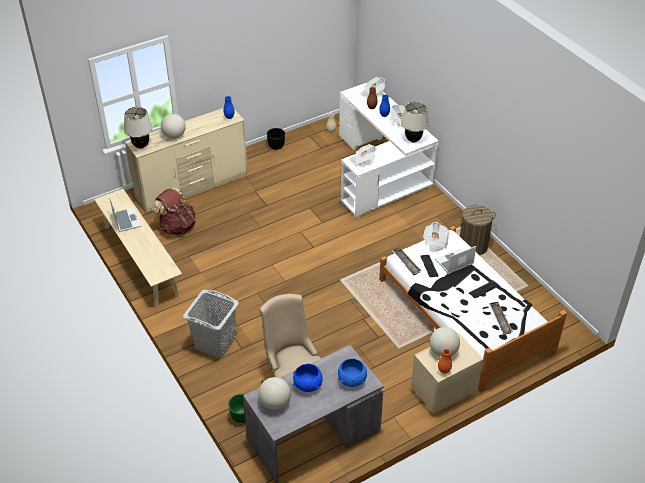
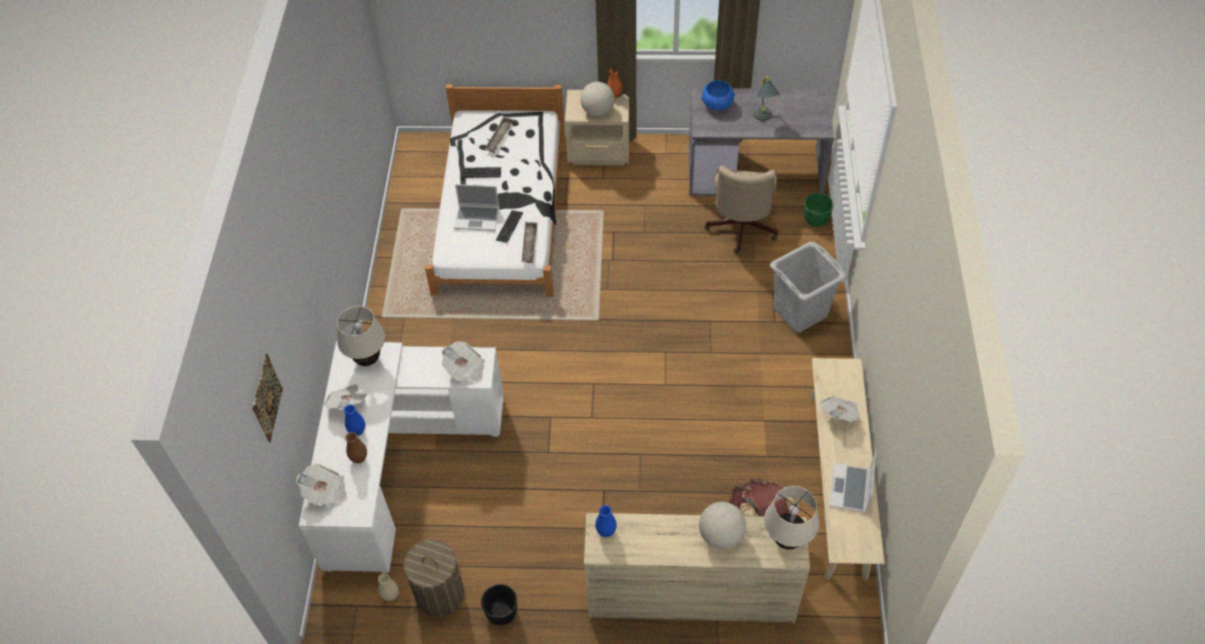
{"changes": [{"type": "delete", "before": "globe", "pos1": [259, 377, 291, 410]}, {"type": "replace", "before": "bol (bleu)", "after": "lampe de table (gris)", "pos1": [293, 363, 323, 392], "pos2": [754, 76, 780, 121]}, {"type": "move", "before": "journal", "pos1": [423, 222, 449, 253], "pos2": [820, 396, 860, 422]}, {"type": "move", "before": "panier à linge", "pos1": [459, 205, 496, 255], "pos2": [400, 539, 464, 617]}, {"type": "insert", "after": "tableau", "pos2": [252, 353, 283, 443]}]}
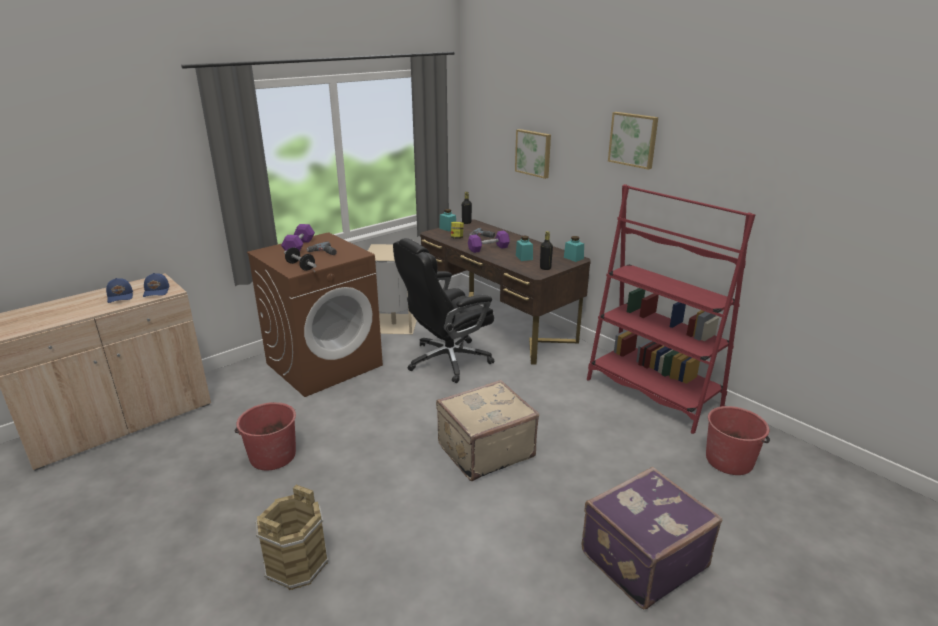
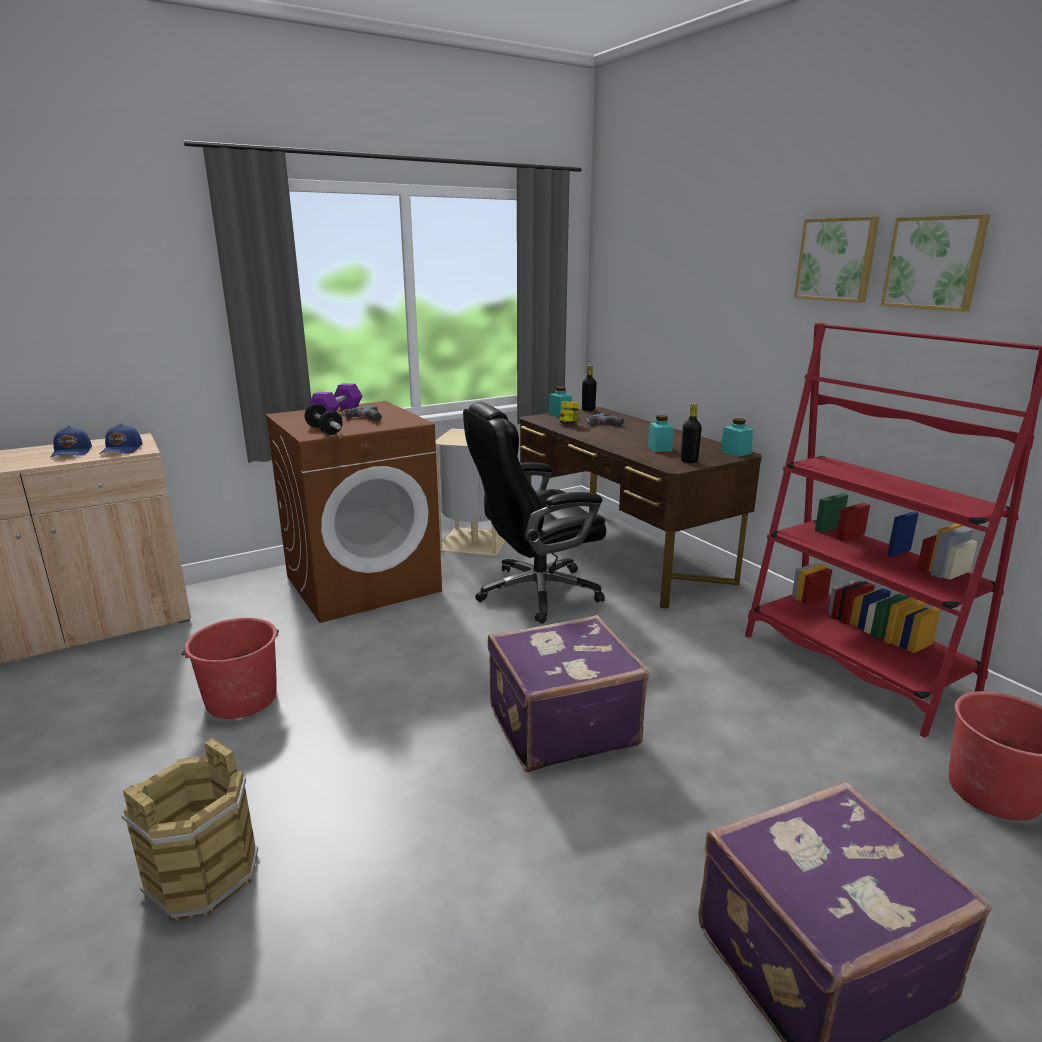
{"changes": [{"type": "recolor", "before": "valise (beige)", "after": "valise (violet)", "pos1": [436, 380, 539, 481], "pos2": [488, 615, 649, 772]}, {"type": "delete", "before": "haltère (violet)", "pos1": [468, 231, 510, 253]}, {"type": "move", "before": "tableau", "pos1": [515, 129, 551, 179], "pos2": [881, 214, 990, 312]}]}
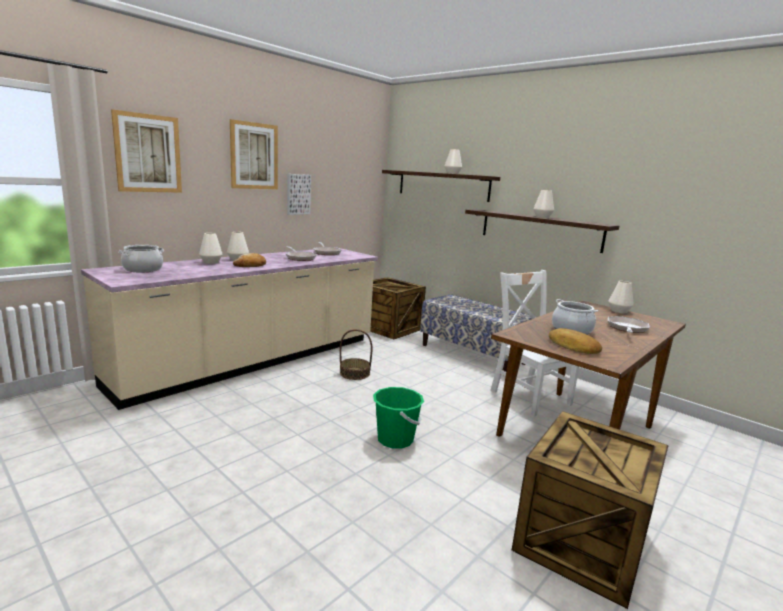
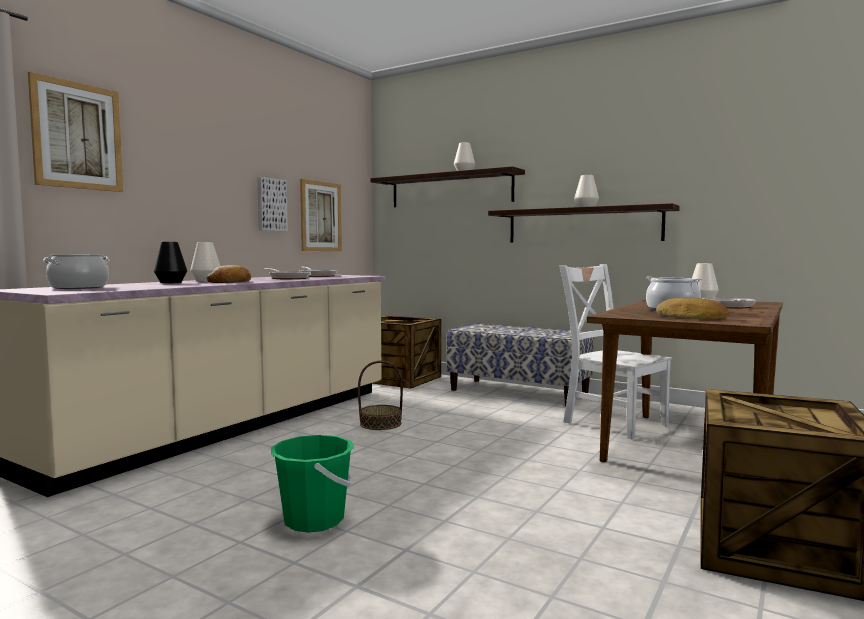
{"changes": [{"type": "recolor", "before": "vase (blanc)", "after": "vase (noir)", "pos1": [199, 233, 223, 264], "pos2": [154, 242, 187, 283]}, {"type": "move", "before": "tableau", "pos1": [230, 119, 278, 189], "pos2": [300, 179, 342, 251]}, {"type": "move", "before": "seau (vert)", "pos1": [373, 387, 424, 449], "pos2": [271, 435, 354, 533]}]}
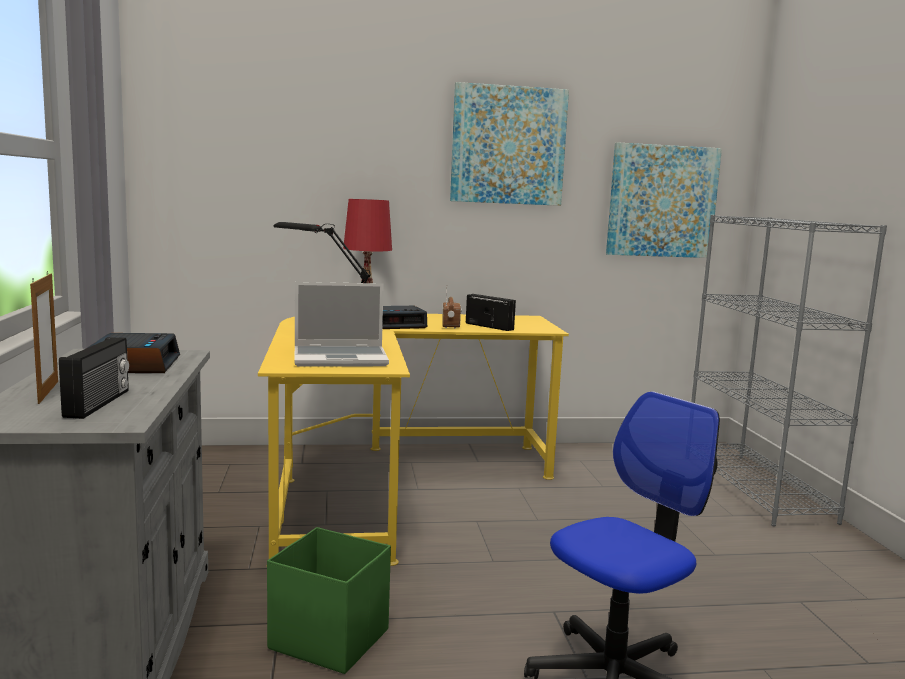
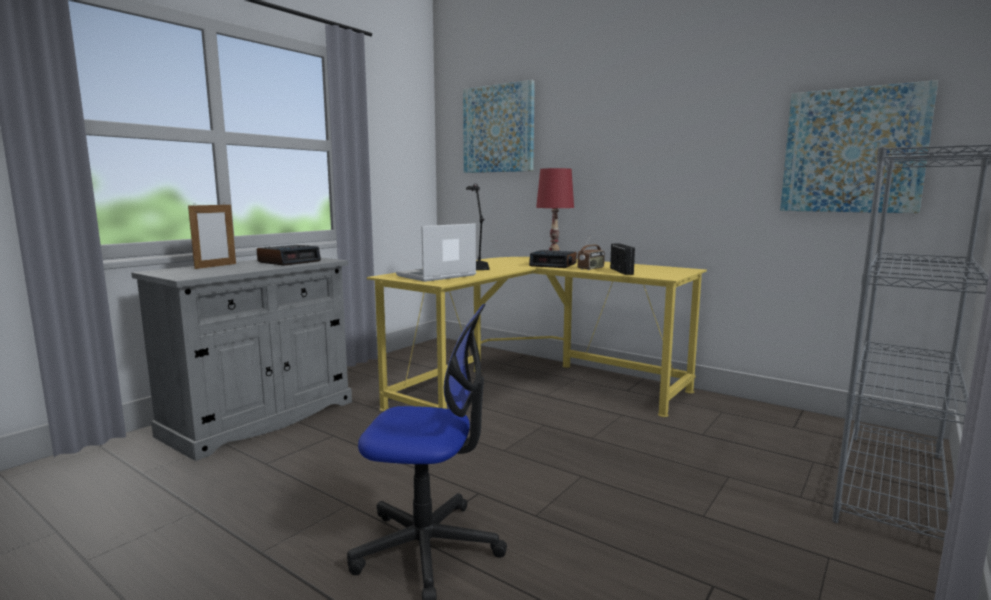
{"changes": [{"type": "delete", "before": "radio", "pos1": [59, 337, 129, 419]}, {"type": "delete", "before": "boîte de rangement (vert)", "pos1": [267, 527, 391, 674]}, {"type": "rotate", "before": "ordinateur portable", "pos1": [294, 282, 389, 367], "pos2": [396, 223, 476, 282], "turn": 105}, {"type": "move", "before": "tableau", "pos1": [450, 82, 569, 206], "pos2": [463, 80, 535, 173]}]}
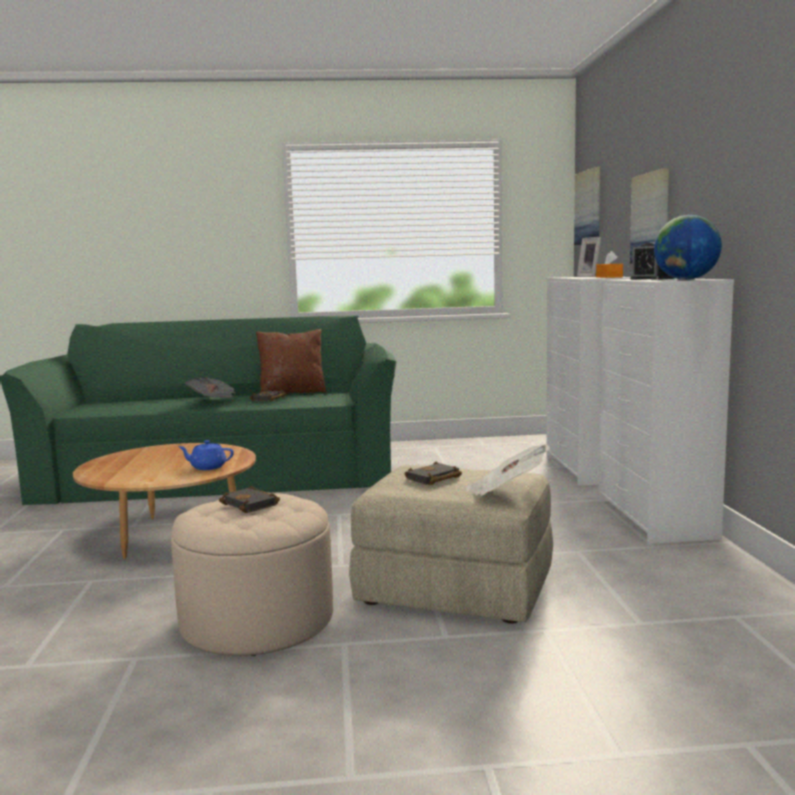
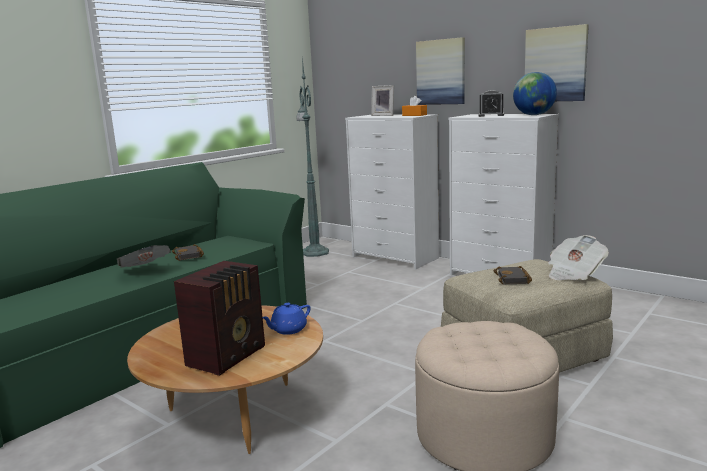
{"changes": [{"type": "delete", "before": "livre (noir)", "pos1": [219, 486, 280, 513]}, {"type": "delete", "before": "coussin (marron)", "pos1": [256, 329, 327, 394]}, {"type": "move", "before": "tableau", "pos1": [574, 167, 600, 245], "pos2": [525, 24, 589, 101]}, {"type": "insert", "after": "radio", "pos2": [174, 261, 265, 376]}, {"type": "insert", "after": "lampadaire (vert)", "pos2": [296, 57, 329, 257]}]}
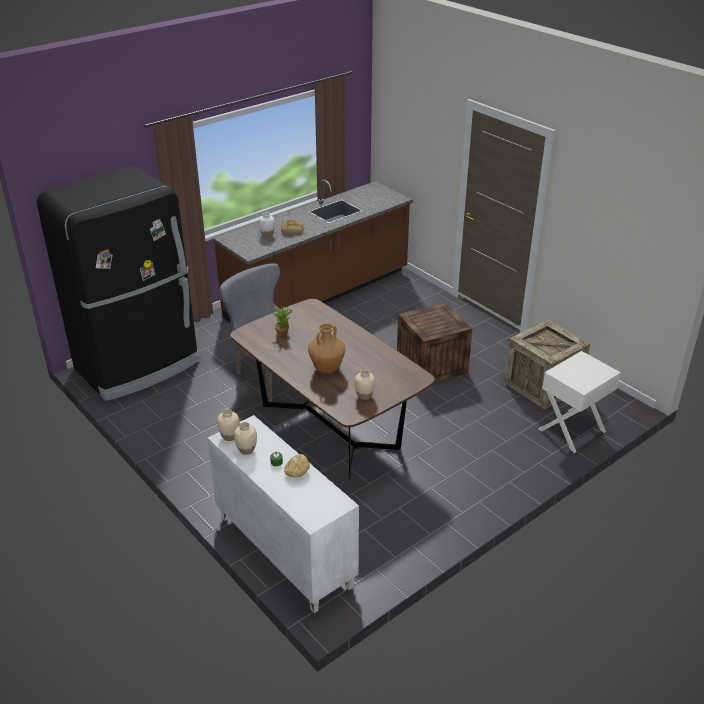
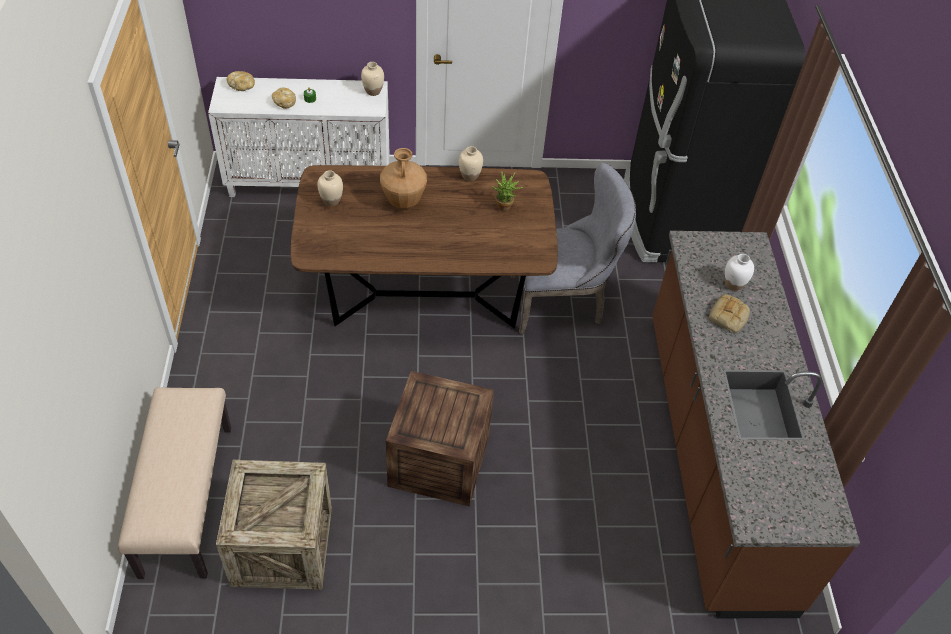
{"changes": [{"type": "move", "before": "vase (beige)", "pos1": [234, 422, 257, 455], "pos2": [459, 146, 483, 181]}, {"type": "replace", "before": "table de chevet (blanc)", "after": "banc (beige)", "pos1": [538, 351, 621, 453], "pos2": [118, 387, 231, 579]}, {"type": "insert", "after": "pain", "pos2": [226, 71, 255, 91]}]}
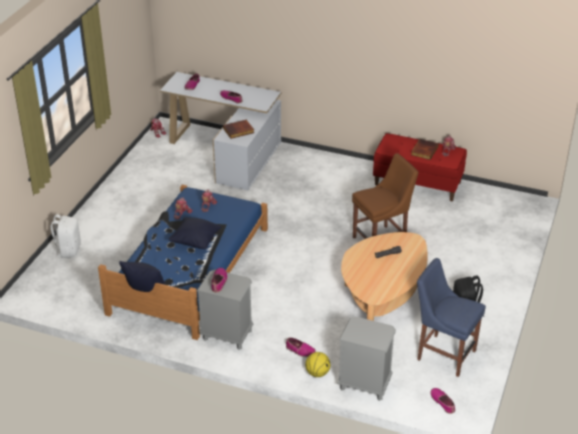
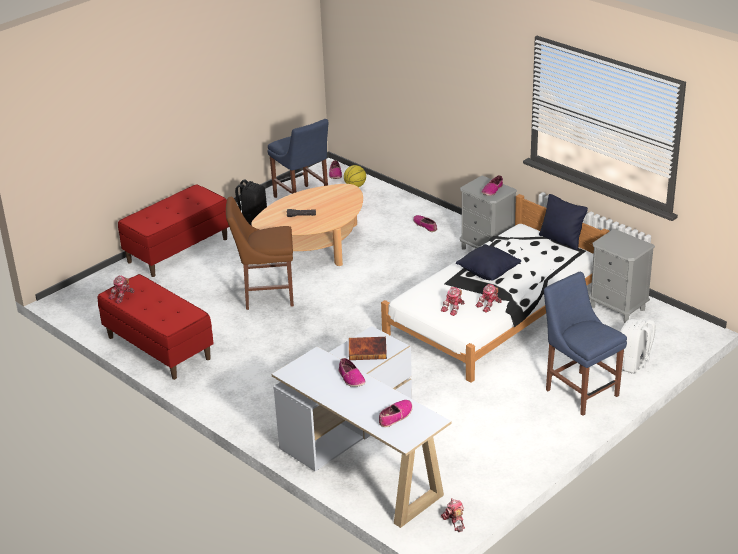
{"changes": [{"type": "recolor", "before": "lit (bleu)", "after": "lit (blanc)", "pos1": [98, 185, 268, 340], "pos2": [381, 194, 609, 383]}, {"type": "move", "before": "ballon de basket", "pos1": [305, 352, 330, 377], "pos2": [344, 165, 366, 187]}, {"type": "move", "before": "table de chevet (gris)", "pos1": [337, 316, 396, 401], "pos2": [589, 229, 655, 323]}, {"type": "delete", "before": "livre", "pos1": [411, 139, 439, 160]}, {"type": "insert", "after": "banc (rouge)", "pos2": [118, 184, 229, 277]}, {"type": "insert", "after": "chaise (bleu)", "pos2": [544, 272, 627, 416]}]}
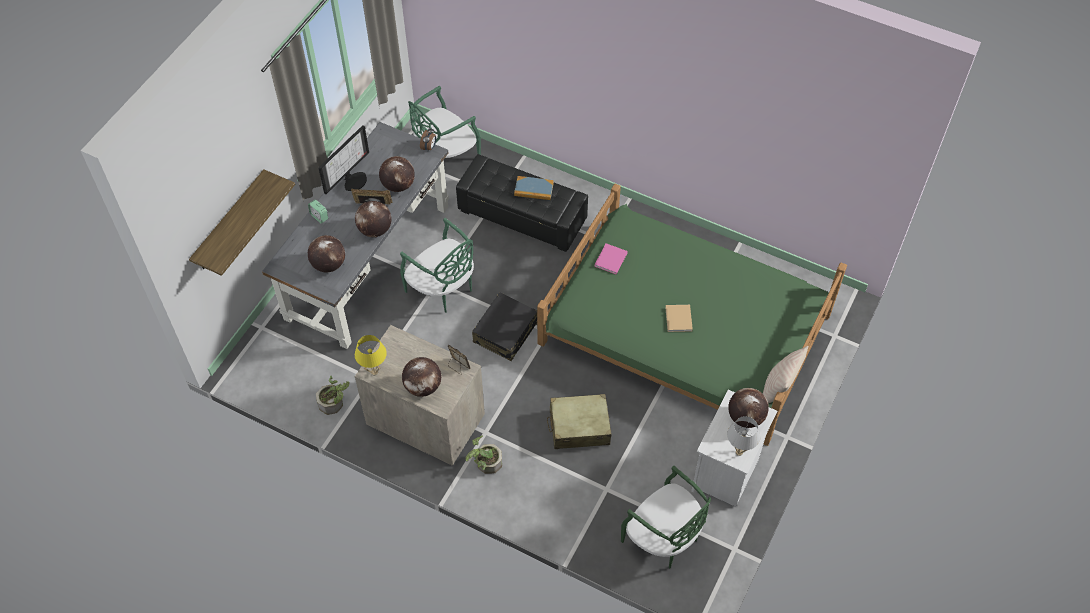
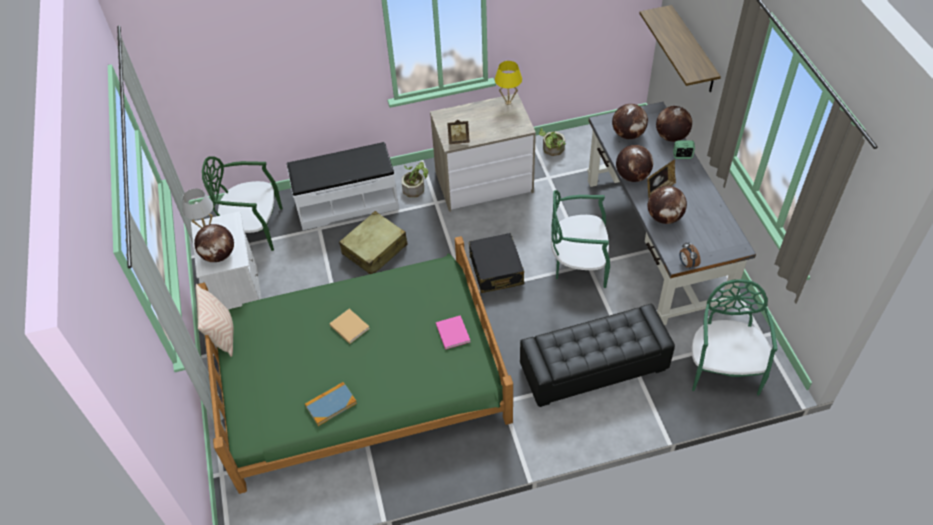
{"changes": [{"type": "delete", "before": "écran d'ordinateur", "pos1": [318, 125, 369, 194]}, {"type": "move", "before": "globe", "pos1": [402, 357, 442, 397], "pos2": [656, 106, 692, 142]}, {"type": "move", "before": "livre", "pos1": [514, 176, 554, 200], "pos2": [305, 382, 357, 426]}, {"type": "insert", "after": "banc (blanc)", "pos2": [287, 142, 399, 231]}]}
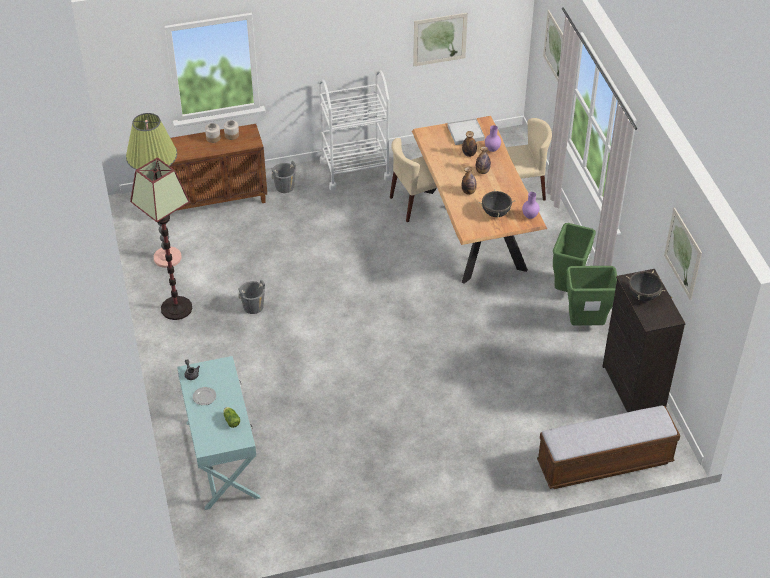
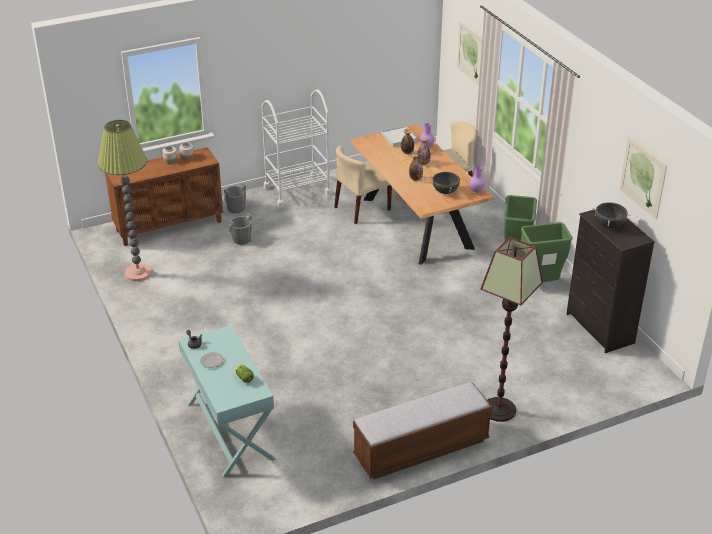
{"changes": [{"type": "move", "before": "lampadaire", "pos1": [130, 158, 192, 320], "pos2": [481, 237, 543, 422]}, {"type": "move", "before": "seau (gris)", "pos1": [238, 279, 265, 314], "pos2": [229, 213, 252, 245]}, {"type": "delete", "before": "tableau", "pos1": [413, 13, 468, 66]}, {"type": "move", "before": "banc", "pos1": [537, 405, 680, 489], "pos2": [353, 382, 492, 479]}]}
